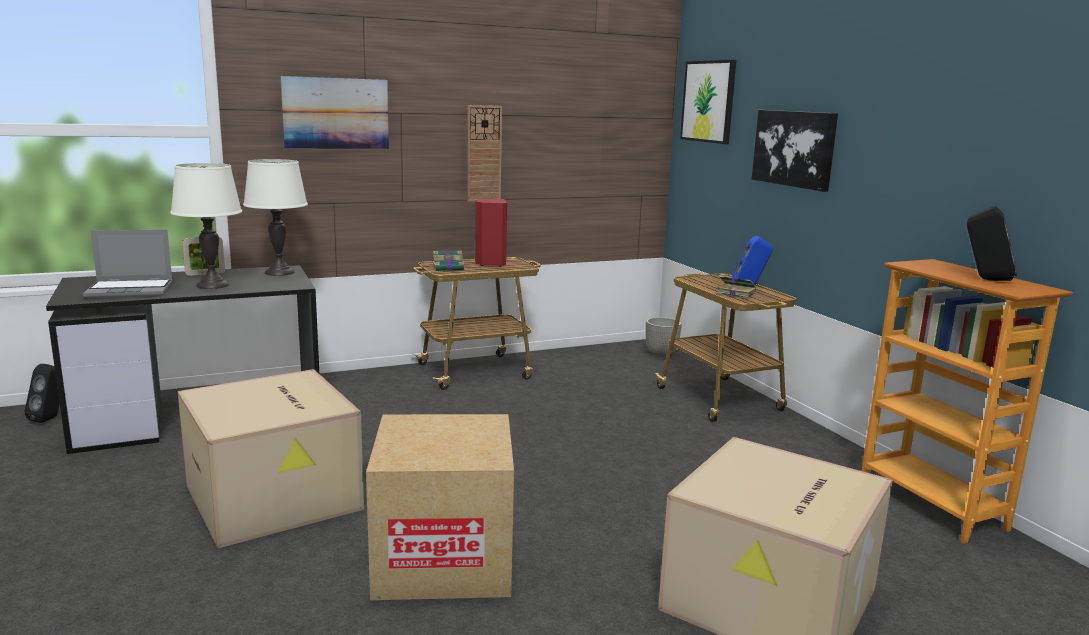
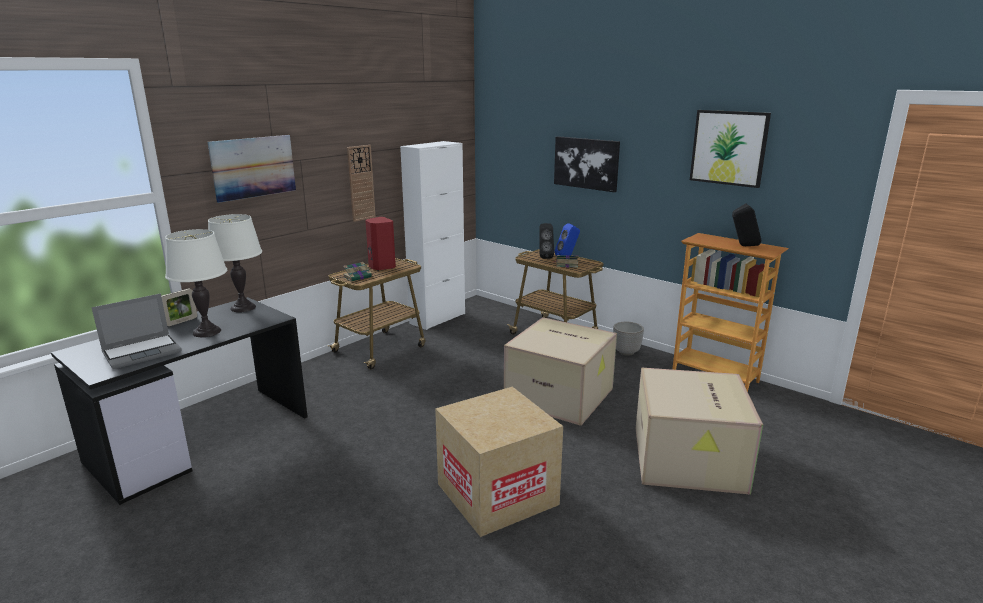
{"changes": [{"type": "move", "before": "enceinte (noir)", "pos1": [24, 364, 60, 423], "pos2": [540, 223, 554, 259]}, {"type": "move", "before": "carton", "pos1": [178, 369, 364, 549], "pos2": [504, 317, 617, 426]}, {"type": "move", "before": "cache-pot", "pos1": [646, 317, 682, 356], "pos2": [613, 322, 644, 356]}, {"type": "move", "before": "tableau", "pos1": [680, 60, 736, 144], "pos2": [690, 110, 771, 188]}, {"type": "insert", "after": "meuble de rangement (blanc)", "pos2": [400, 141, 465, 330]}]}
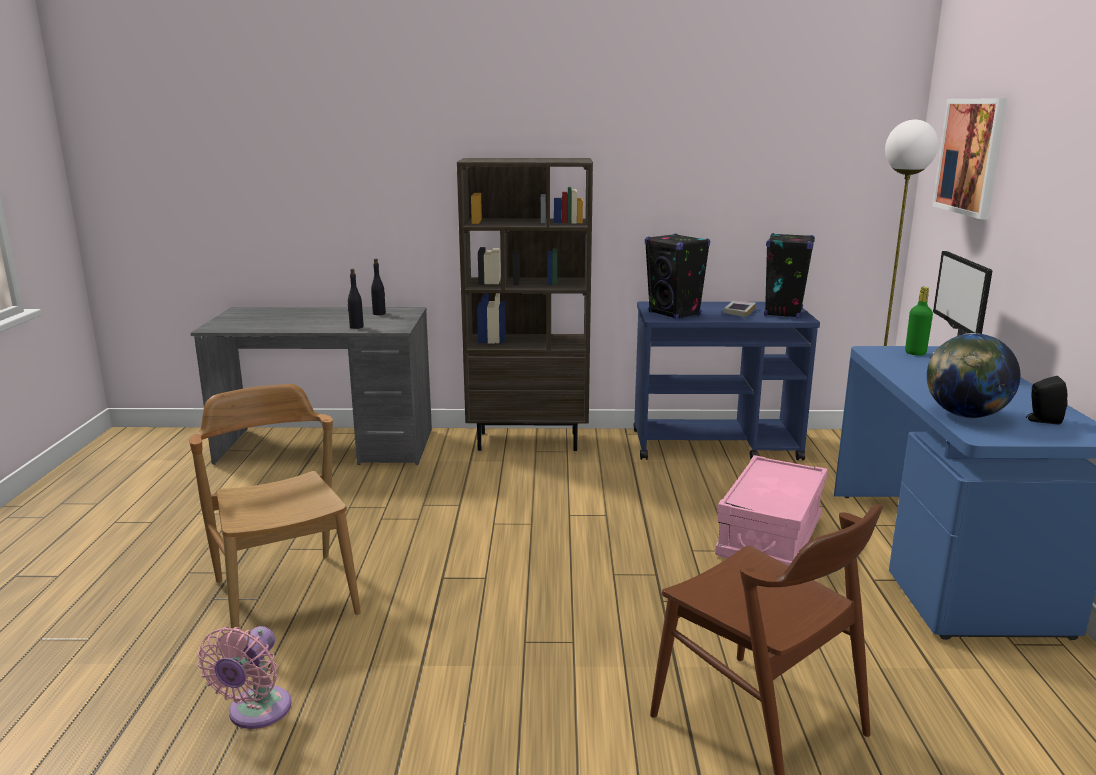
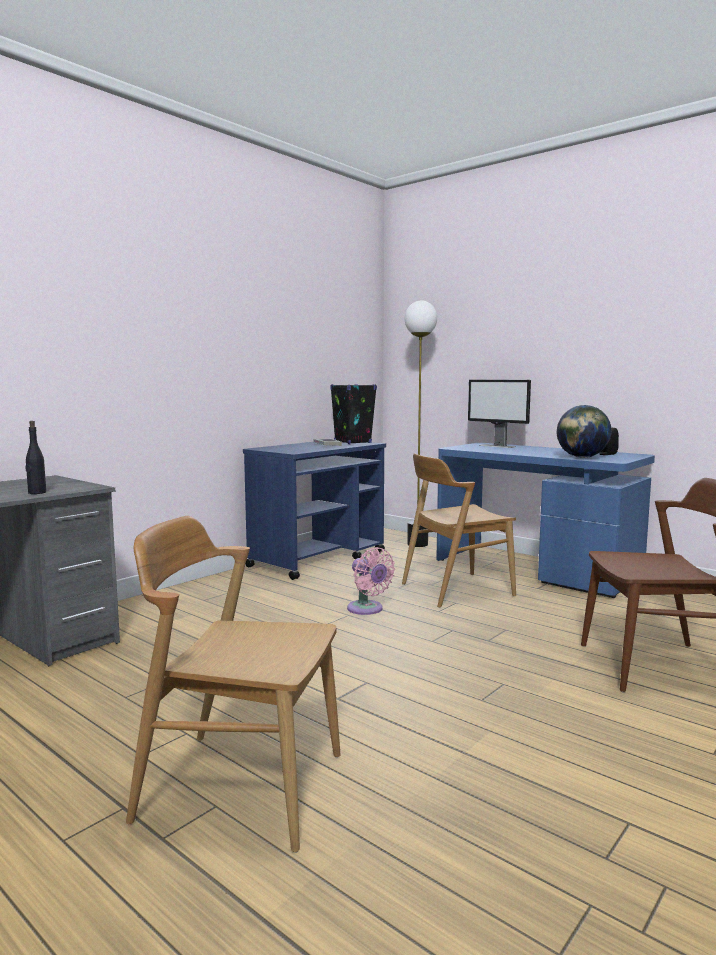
{"changes": [{"type": "move", "before": "ventilateur (rose)", "pos1": [198, 626, 292, 729], "pos2": [347, 547, 395, 615]}, {"type": "delete", "before": "bouteille (noir)", "pos1": [371, 259, 386, 315]}, {"type": "delete", "before": "bibliothèque (marron)", "pos1": [457, 158, 593, 451]}, {"type": "delete", "before": "enceinte (noir)", "pos1": [645, 233, 710, 320]}, {"type": "replace", "before": "boîte de rangement (rose)", "after": "chaise (marron)", "pos1": [715, 455, 828, 566], "pos2": [402, 453, 516, 608]}, {"type": "delete", "before": "bouteille (vert)", "pos1": [905, 287, 933, 356]}, {"type": "delete", "before": "tableau", "pos1": [932, 98, 1008, 219]}]}
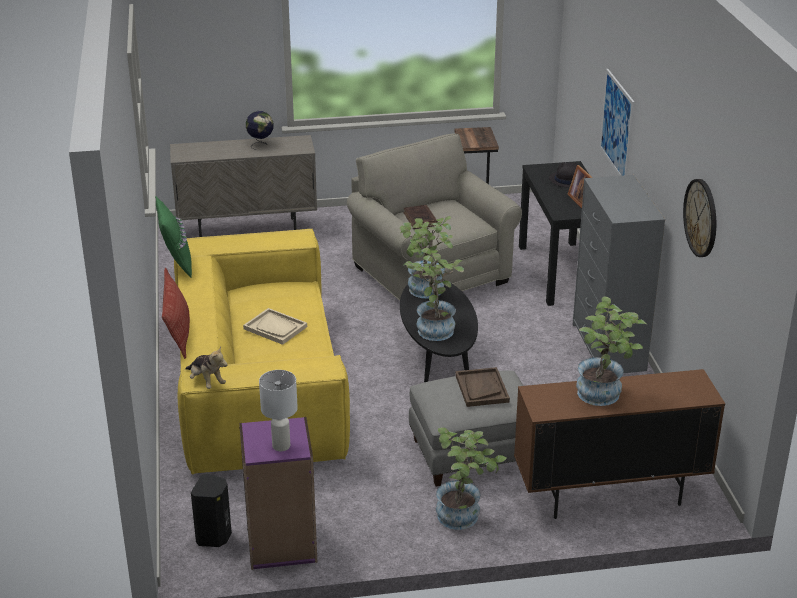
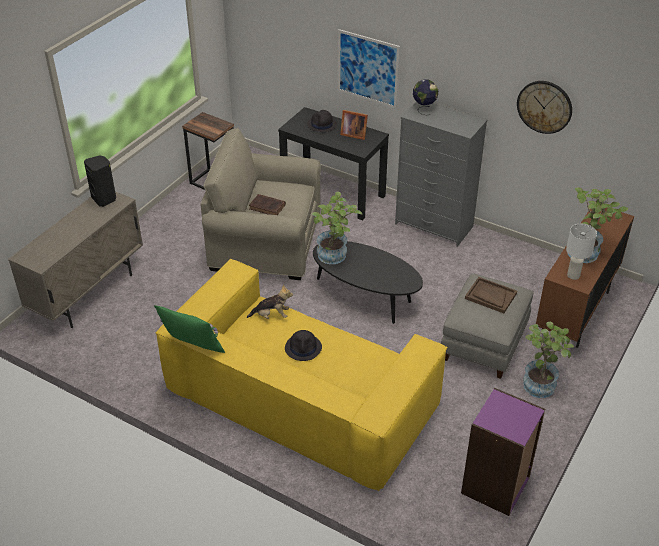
{"changes": [{"type": "delete", "before": "coussin", "pos1": [162, 268, 190, 359]}, {"type": "move", "before": "peluche", "pos1": [185, 346, 228, 389], "pos2": [247, 285, 293, 319]}, {"type": "move", "before": "enceinte (noir)", "pos1": [191, 474, 232, 547], "pos2": [84, 155, 116, 207]}, {"type": "replace", "before": "plateau (beige)", "after": "chapeau (noir)", "pos1": [243, 308, 307, 345], "pos2": [285, 330, 322, 361]}, {"type": "move", "before": "globe", "pos1": [246, 111, 274, 150], "pos2": [413, 80, 438, 115]}, {"type": "move", "before": "lampe de table (blanc)", "pos1": [259, 370, 298, 451], "pos2": [566, 224, 597, 280]}, {"type": "delete", "before": "plante en pot", "pos1": [403, 248, 464, 341]}]}
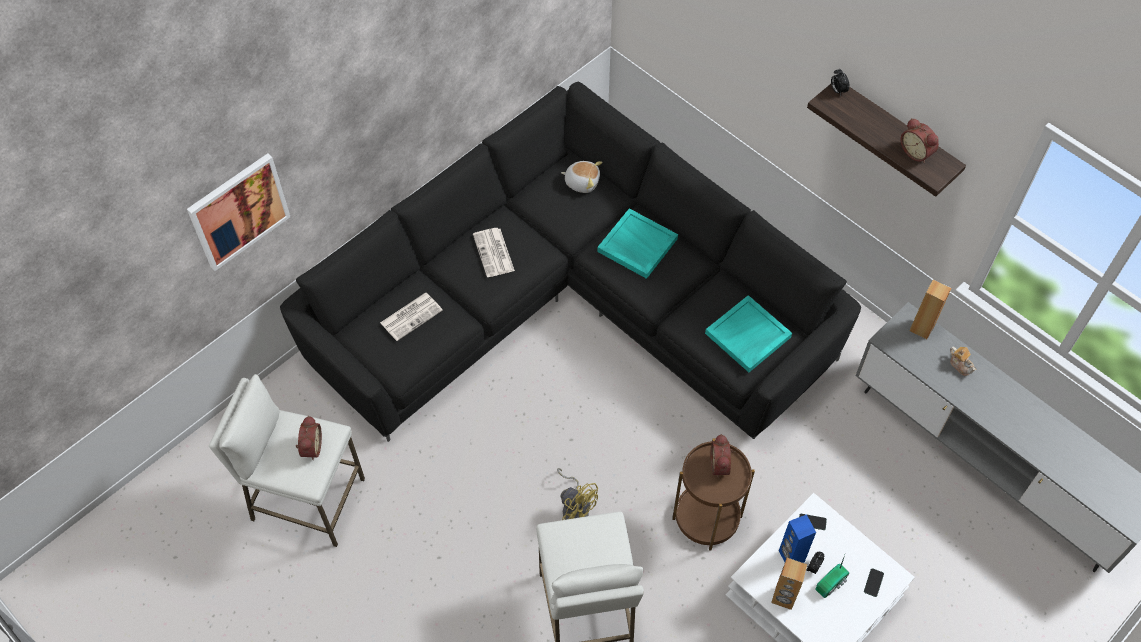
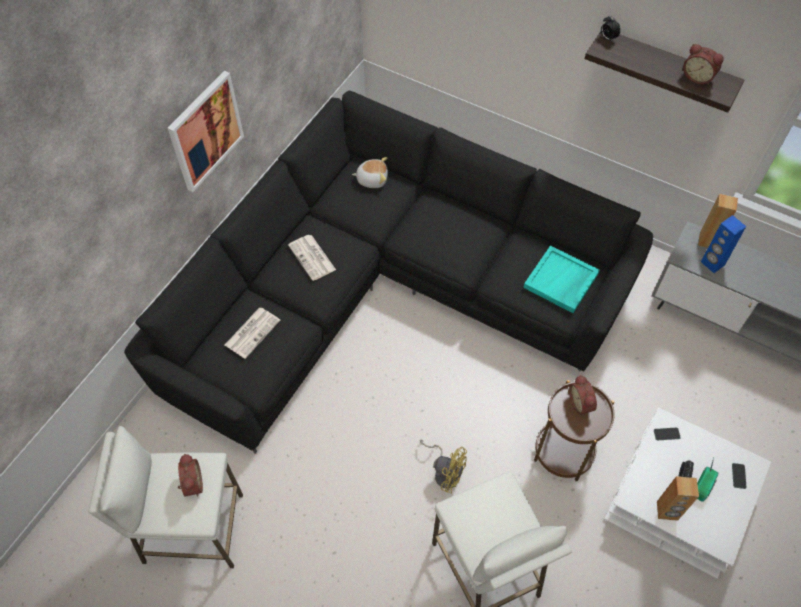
{"changes": [{"type": "move", "before": "tableau", "pos1": [187, 153, 290, 271], "pos2": [168, 71, 244, 192]}, {"type": "delete", "before": "plateau (turquoise)", "pos1": [597, 208, 678, 279]}, {"type": "move", "before": "enceinte (bleu)", "pos1": [779, 514, 816, 563], "pos2": [701, 215, 746, 273]}, {"type": "delete", "before": "théière", "pos1": [950, 347, 976, 376]}]}
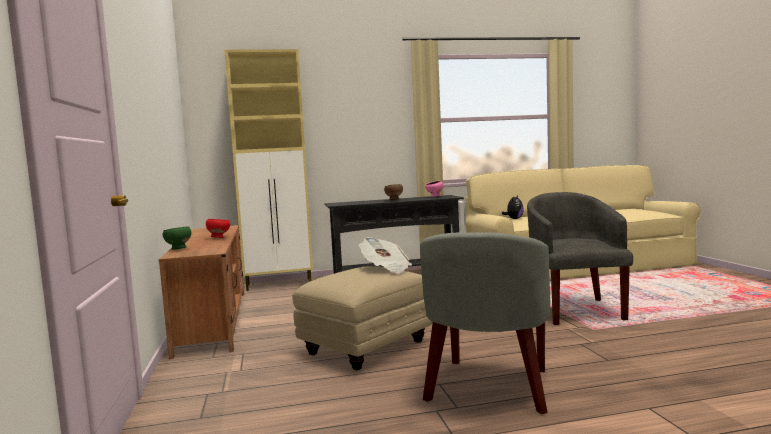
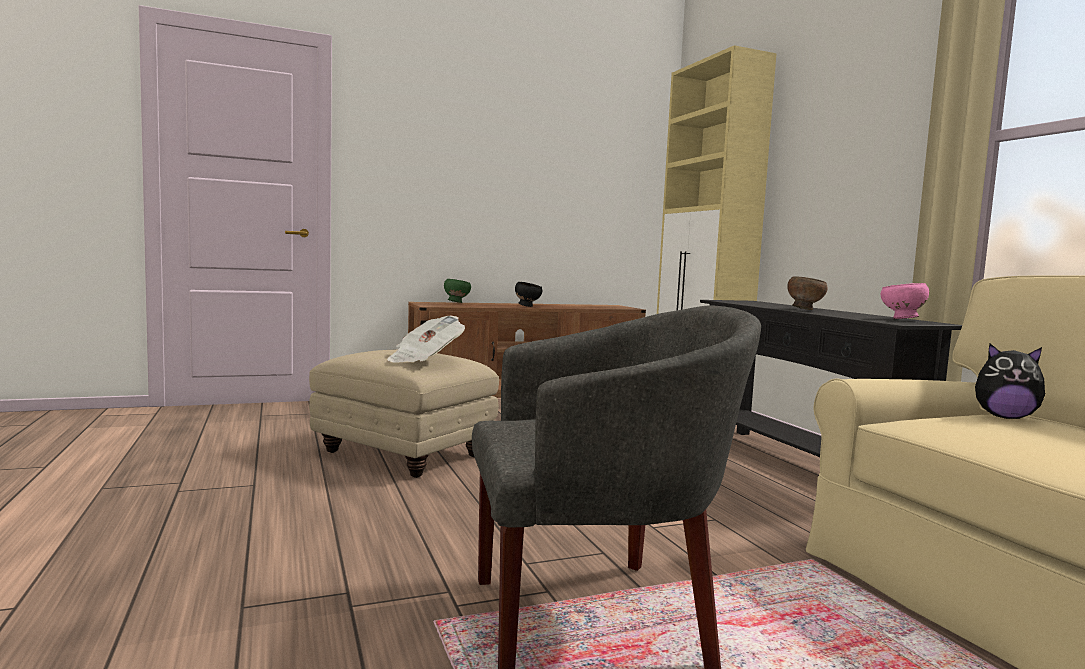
{"changes": [{"type": "recolor", "before": "bol (rouge)", "after": "bol (noir)", "pos1": [206, 219, 230, 238], "pos2": [515, 282, 543, 307]}, {"type": "delete", "before": "fauteuil (gris)", "pos1": [420, 232, 550, 414]}]}
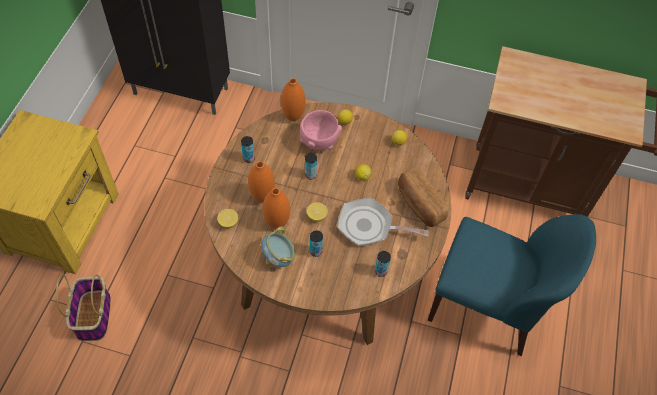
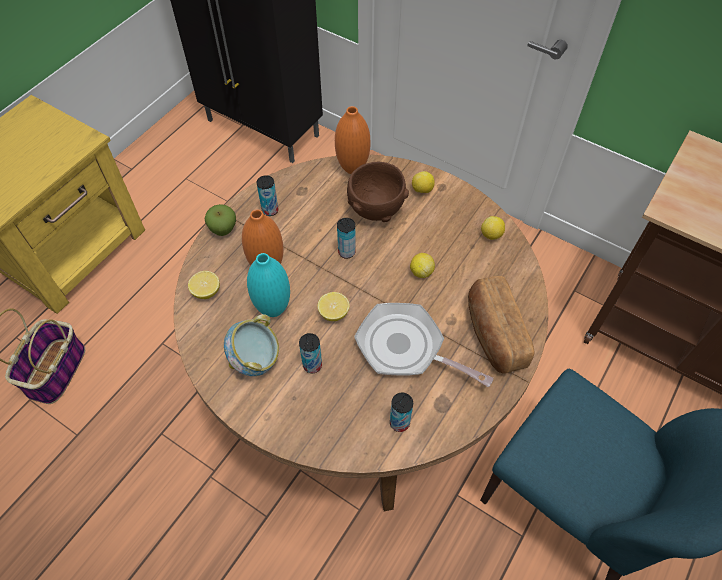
{"changes": [{"type": "recolor", "before": "vase (orange)", "after": "vase (turquoise)", "pos1": [263, 188, 290, 229], "pos2": [247, 253, 290, 317]}, {"type": "recolor", "before": "bol (rose)", "after": "bol (marron)", "pos1": [300, 110, 342, 150], "pos2": [347, 162, 409, 222]}, {"type": "insert", "after": "pomme", "pos2": [205, 204, 236, 236]}]}
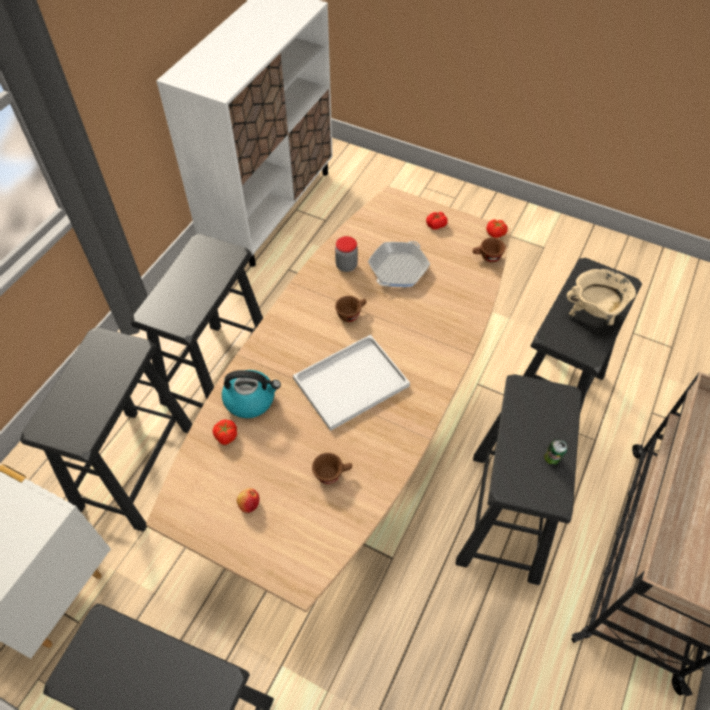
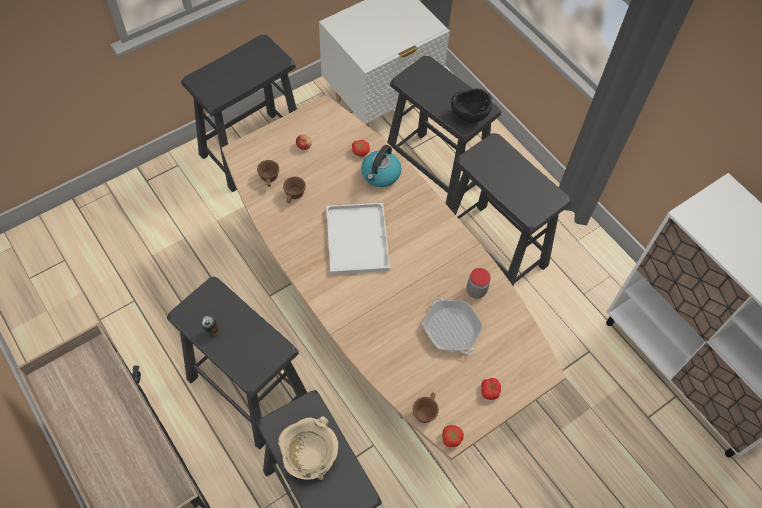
{"changes": [{"type": "move", "before": "tasse (marron)", "pos1": [335, 296, 367, 322], "pos2": [257, 160, 279, 187]}, {"type": "insert", "after": "bol (noir)", "pos2": [451, 88, 492, 123]}]}
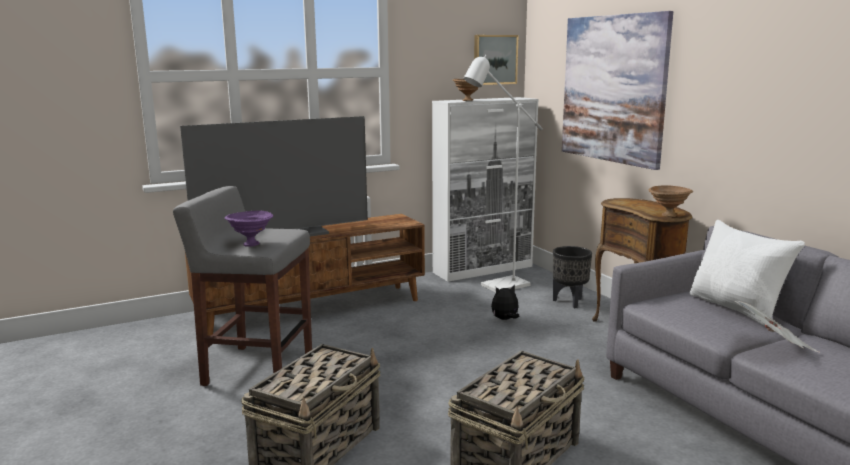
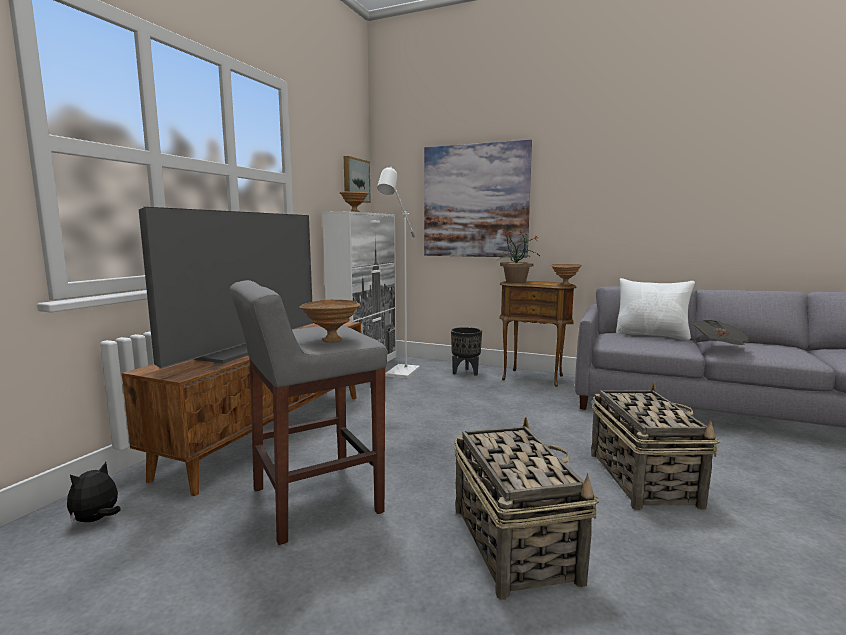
{"changes": [{"type": "recolor", "before": "bol (violet)", "after": "bol (marron)", "pos1": [225, 210, 273, 247], "pos2": [299, 300, 360, 342]}, {"type": "move", "before": "peluche", "pos1": [491, 285, 519, 320], "pos2": [67, 462, 121, 523]}, {"type": "insert", "after": "plante en pot", "pos2": [497, 230, 540, 283]}]}
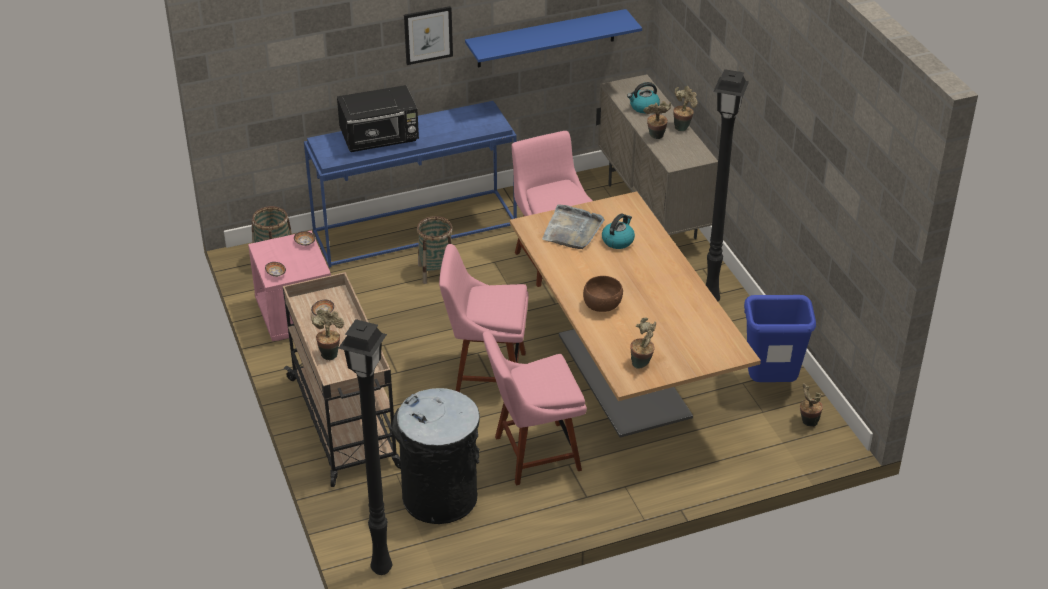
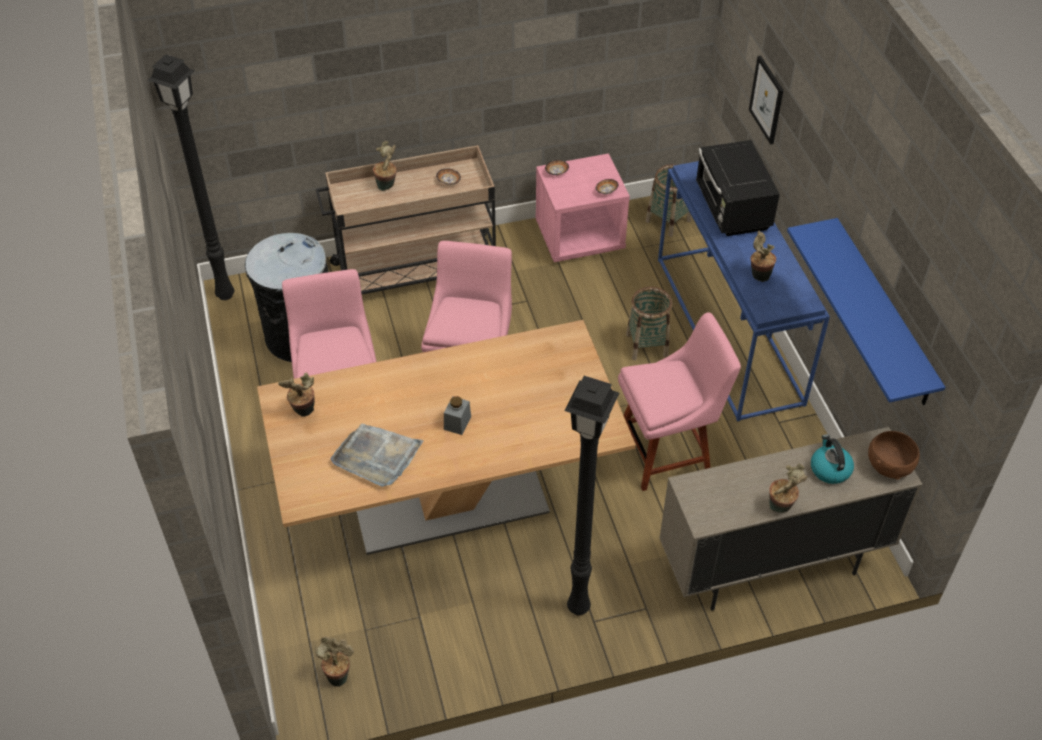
{"changes": [{"type": "move", "before": "tableau", "pos1": [404, 6, 453, 65], "pos2": [749, 56, 783, 145]}, {"type": "move", "before": "plateau (gris)", "pos1": [542, 204, 605, 249], "pos2": [331, 423, 424, 487]}, {"type": "move", "before": "bol (marron)", "pos1": [583, 276, 623, 312], "pos2": [868, 431, 920, 480]}, {"type": "delete", "before": "bouilloire", "pos1": [602, 213, 635, 249]}, {"type": "move", "before": "plante en pot", "pos1": [643, 101, 671, 139], "pos2": [751, 231, 776, 282]}, {"type": "delete", "before": "poubelle (bleu)", "pos1": [744, 295, 816, 382]}, {"type": "insert", "after": "bocal (gris)", "pos2": [444, 396, 471, 435]}]}
